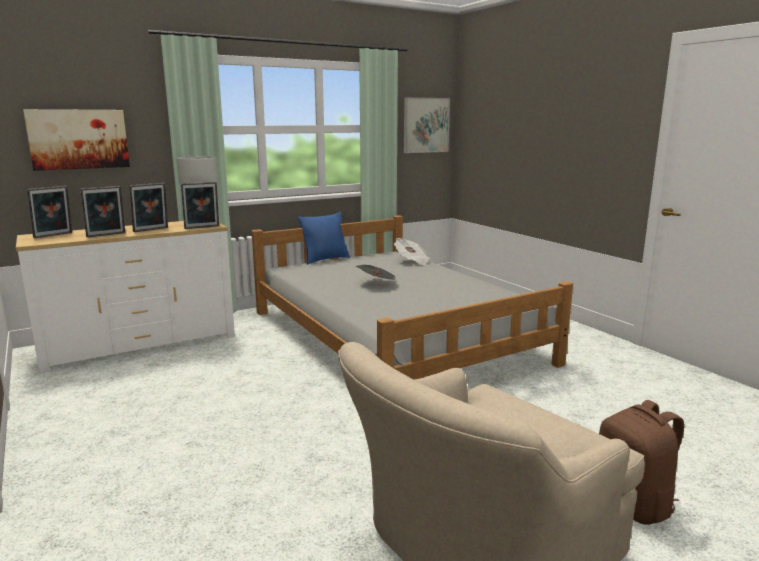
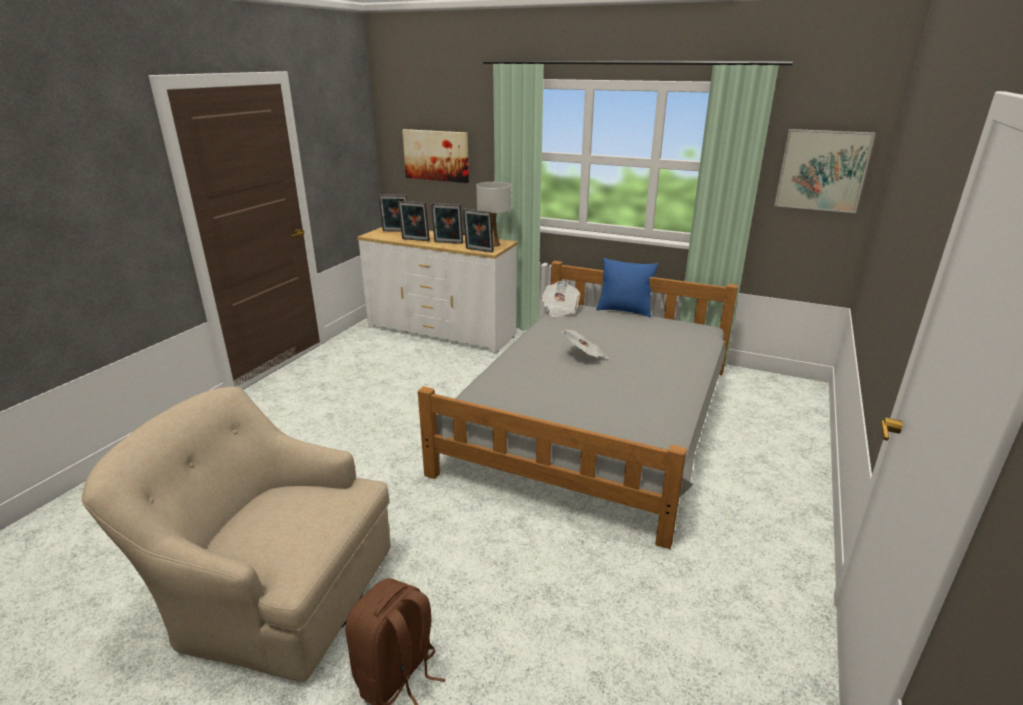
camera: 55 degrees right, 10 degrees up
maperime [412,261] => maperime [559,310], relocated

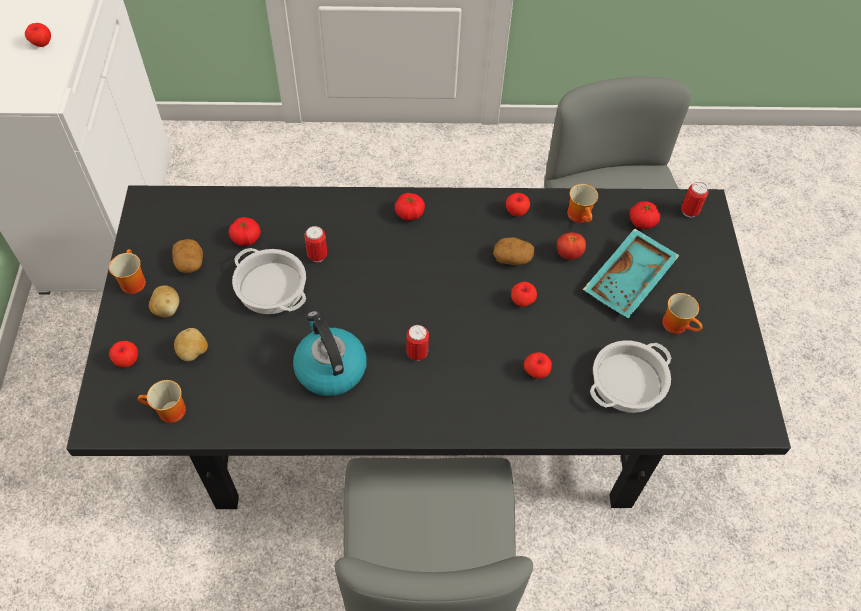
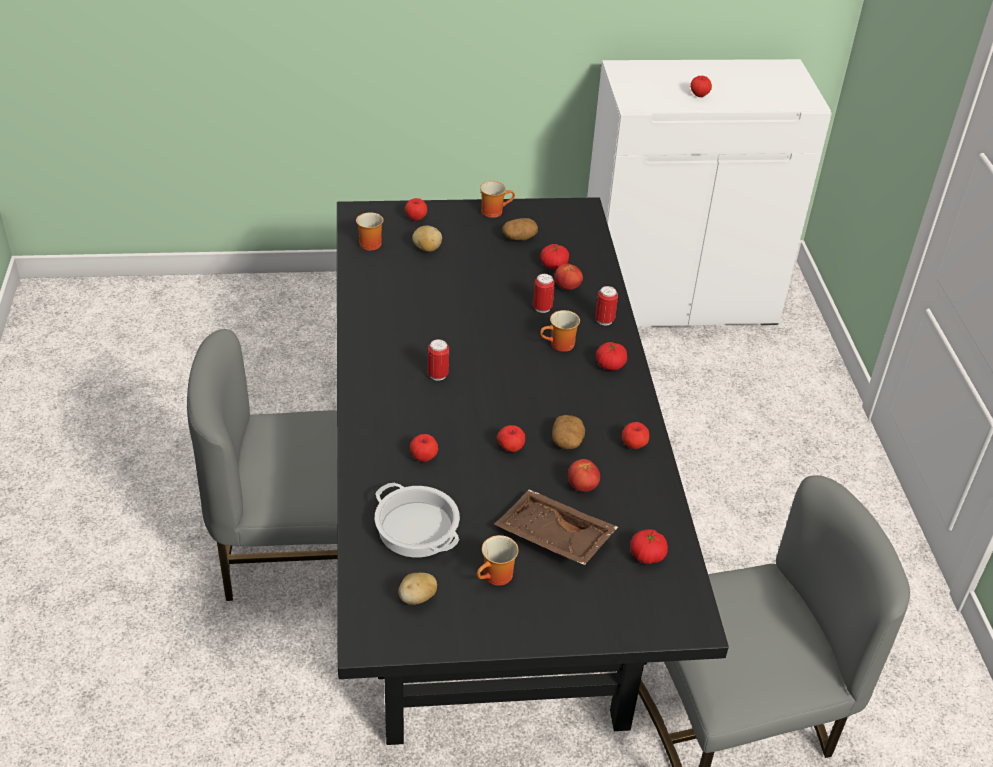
camera: 85 degrees right, 15 degrees down
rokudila [167,309] => rokudila [417,598], relocated
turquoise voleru [630,281] => brown voleru [553,538]
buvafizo [581,216] => buvafizo [560,346], relocated
nothing => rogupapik [567,287]
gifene [689,211] => gifene [604,320], relocated
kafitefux [270,287] => nothing
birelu [330,368] => nothing

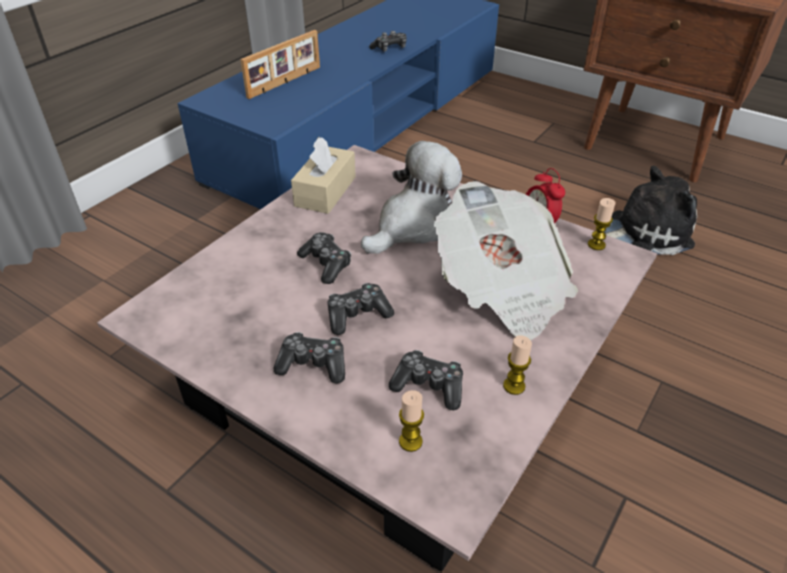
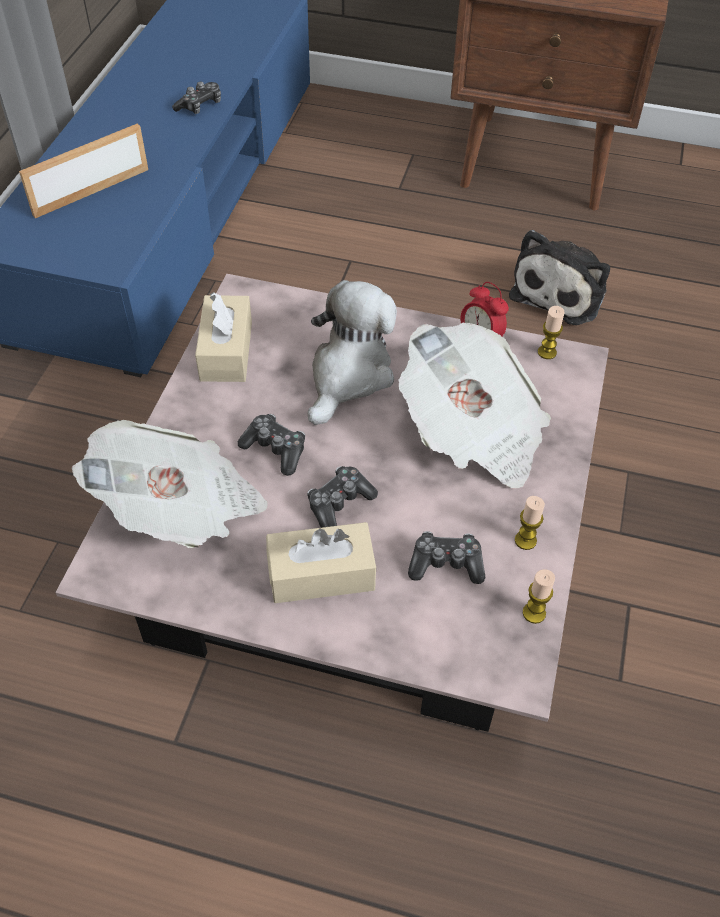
camera: 20 degrees left, 10 degrees up
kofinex [285,82] => kofinex [90,191], 150 degrees counterclockwise
nothing => maperime [181,509]
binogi [313,365] => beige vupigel [321,574]
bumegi [644,232] => bumegi [561,291], 150 degrees clockwise
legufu [410,441] => legufu [534,613], relocated

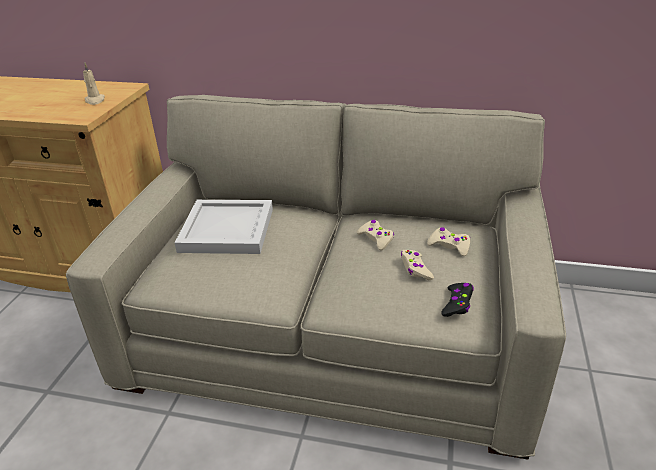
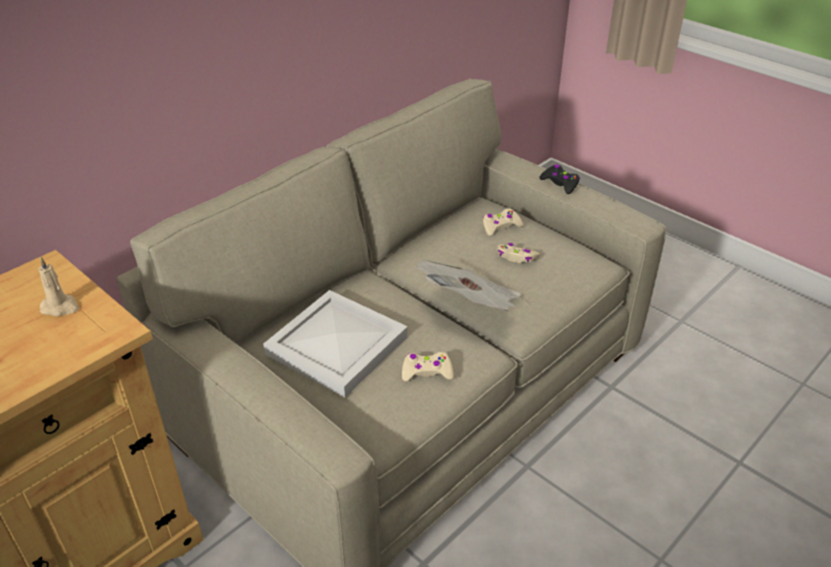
camera: 60 degrees left, 5 degrees up
beige binogi [376,239] => beige binogi [426,372], relocated
nothing => maperime [471,306]
black binogi [457,304] => black binogi [560,183], relocated

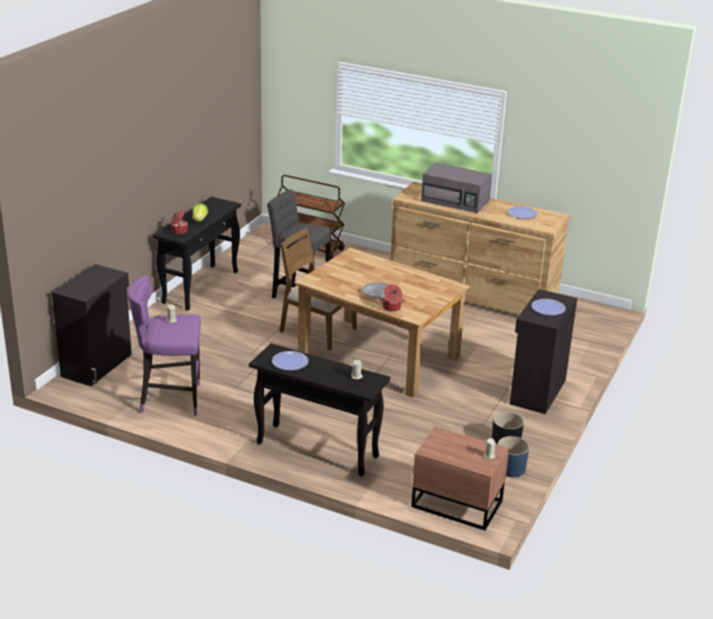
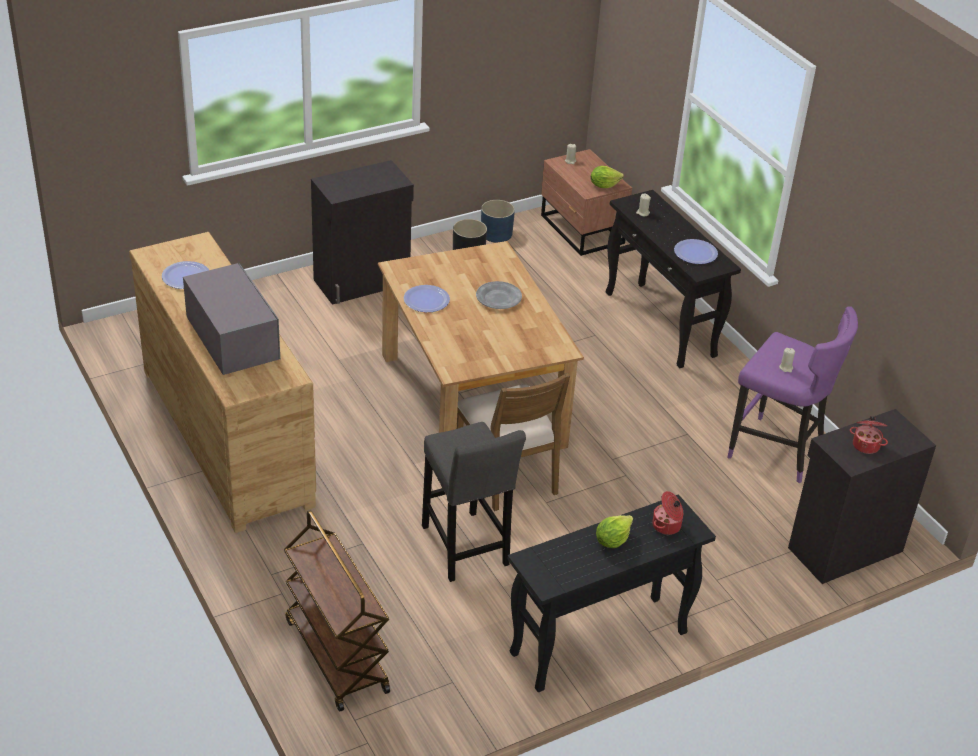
camera: 145 degrees left, 10 degrees up
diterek [548,308] => diterek [426,300], relocated
nothing => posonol [604,185]
kafitefux [391,308] => kafitefux [866,445], relocated

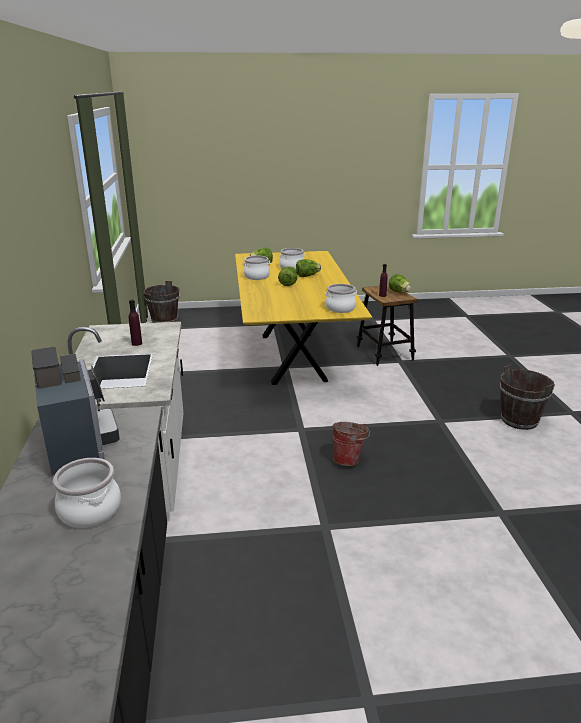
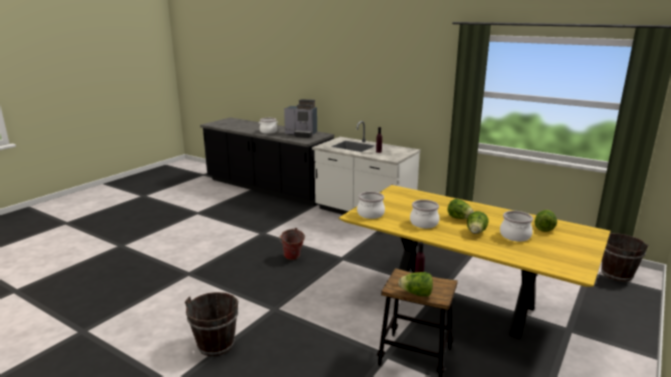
camera: 130 degrees right, 5 degrees down
kafitefux [257,277] => kafitefux [423,223], relocated

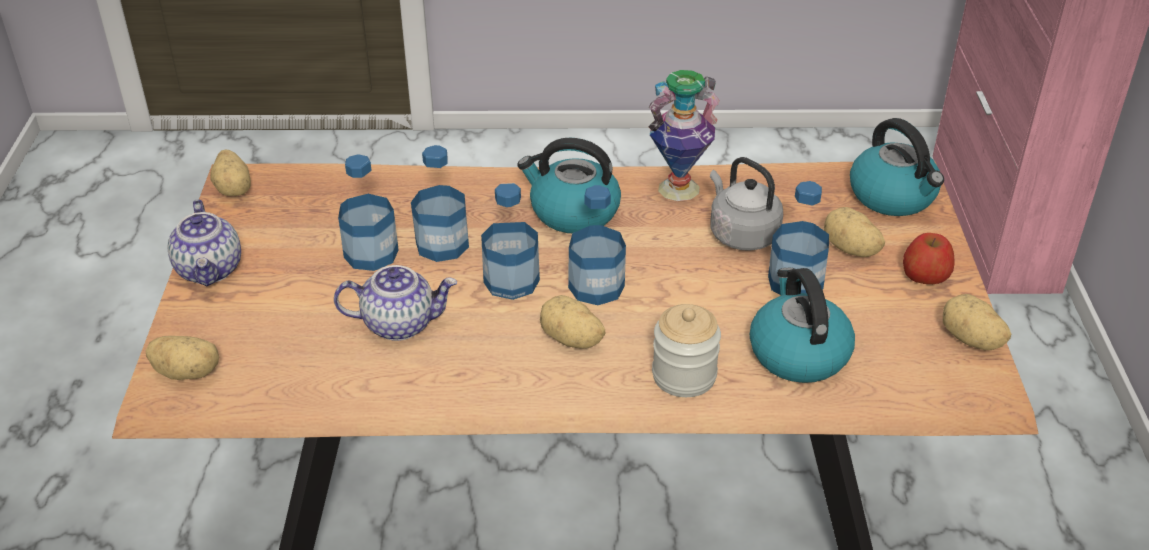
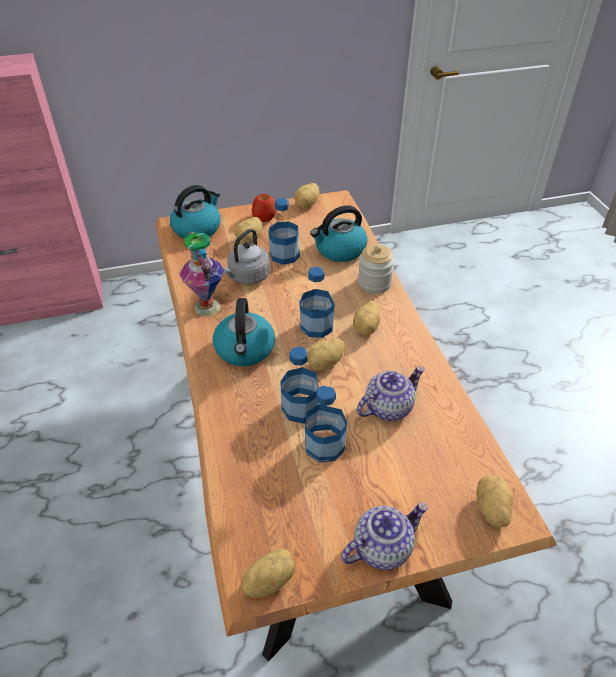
camera: 105 degrees left, 5 degrees up
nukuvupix [511,281] => rokudila [326,363]
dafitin [400,323] => dafitin [388,407], 75 degrees clockwise

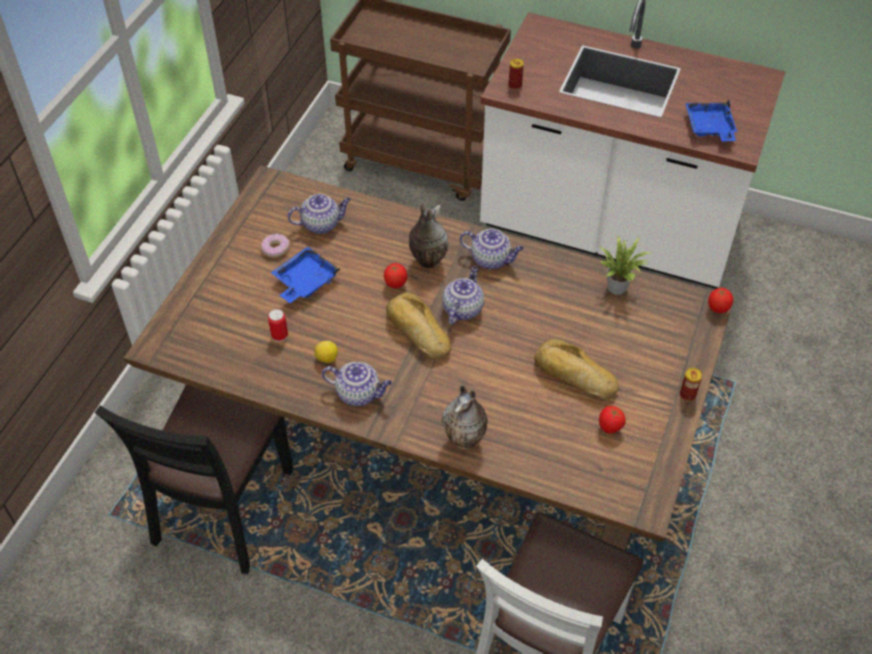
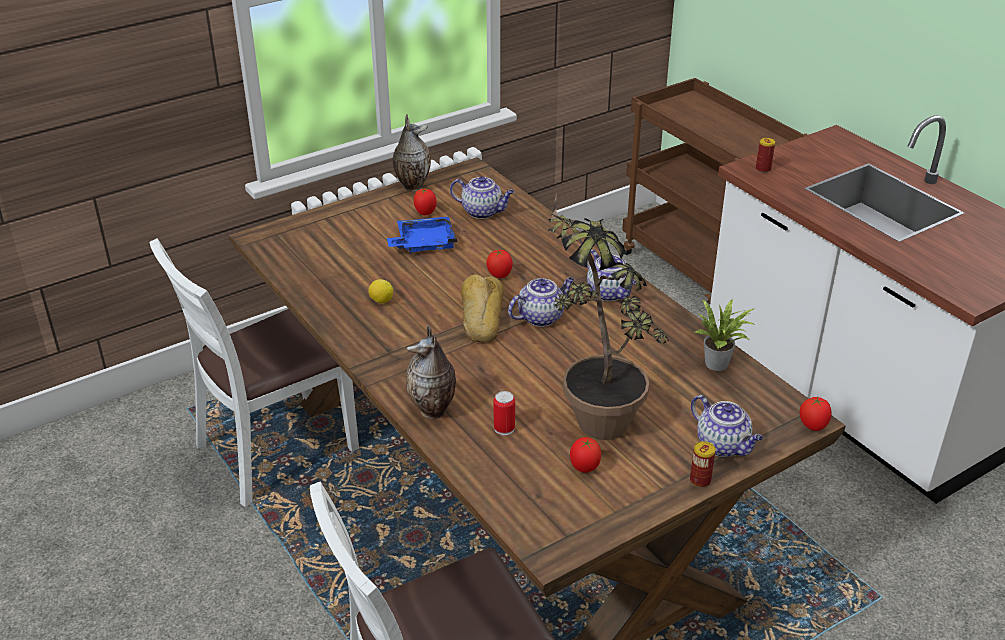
camera: 35 degrees right, 15 degrees down
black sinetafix [224,508] => white sinetafix [275,449]
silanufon [427,261] => silanufon [412,186], relocated
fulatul [275,249] => rogupapik [425,213]
gifene [279,335] => gifene [504,428], relocated
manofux [574,376] => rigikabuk [593,412]
dafitin [359,393] => dafitin [723,445], relocated
blue voleru [709,128] => nothing

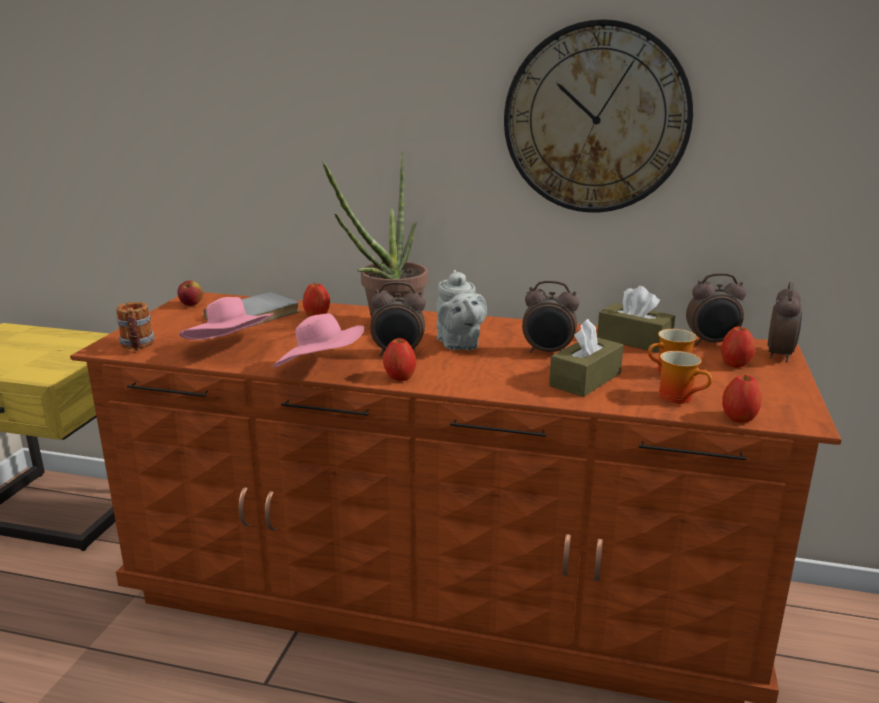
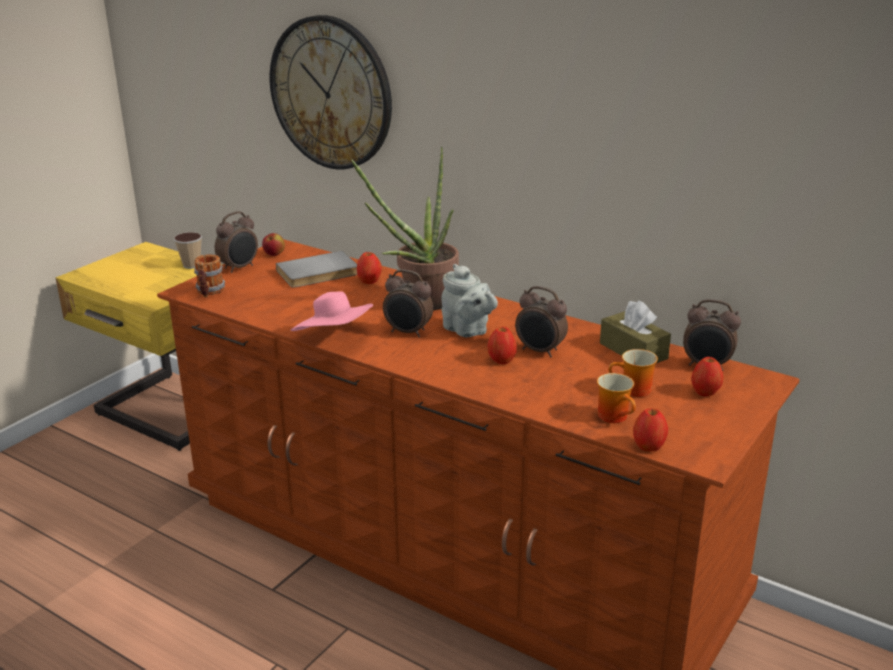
camera: 20 degrees right, 5 degrees up
nothing => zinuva [191,265]
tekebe [780,355] => tekebe [239,268], relocated
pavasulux [596,119] => pavasulux [331,93], relocated
grey dafitin [459,344] => grey dafitin [467,330], 45 degrees counterclockwise
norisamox [400,377] => norisamox [502,360], relocated
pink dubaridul [231,349] => nothing
brown vupigel [585,380] => nothing

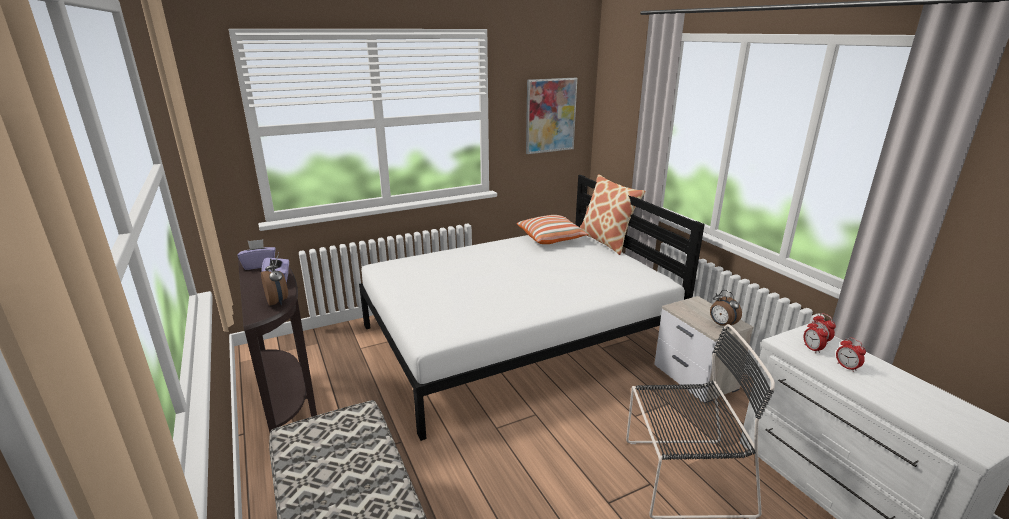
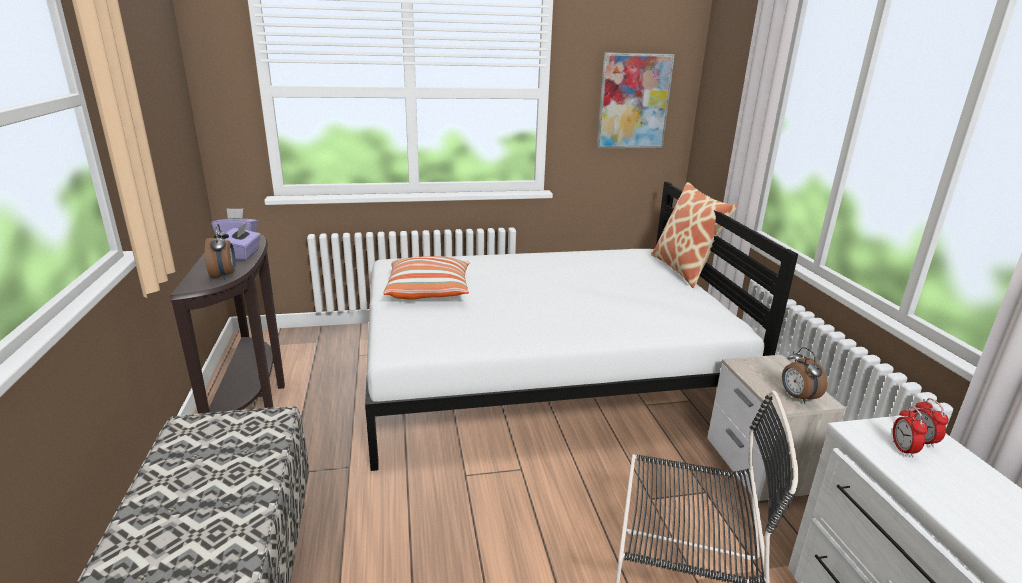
camera: 15 degrees right, 0 degrees up
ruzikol [551,238] => ruzikol [429,291], relocated
tekebe [846,367] => nothing

